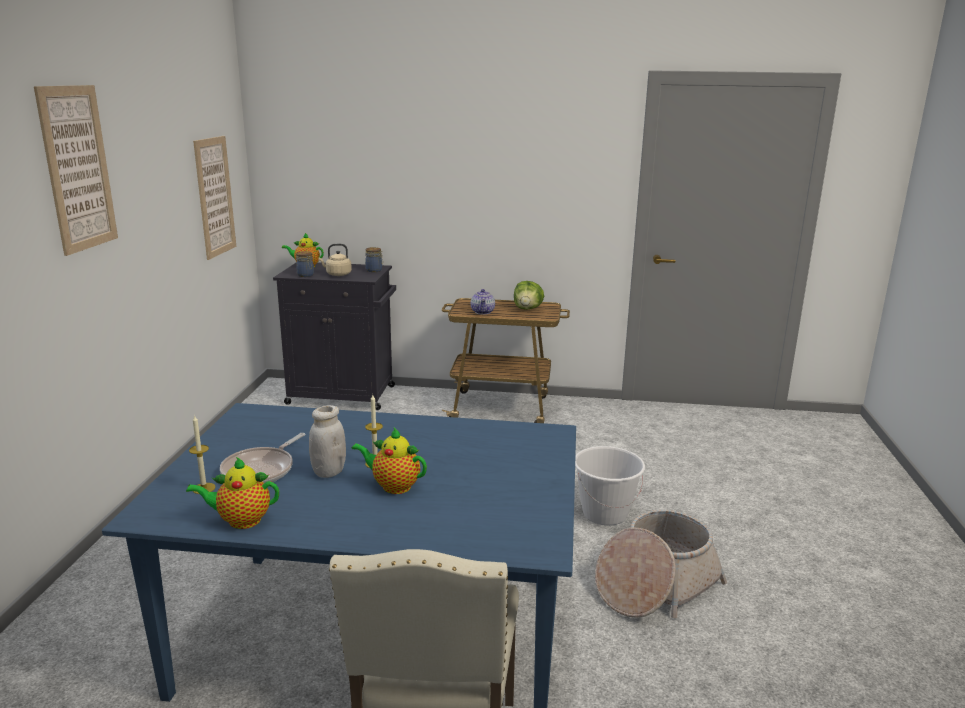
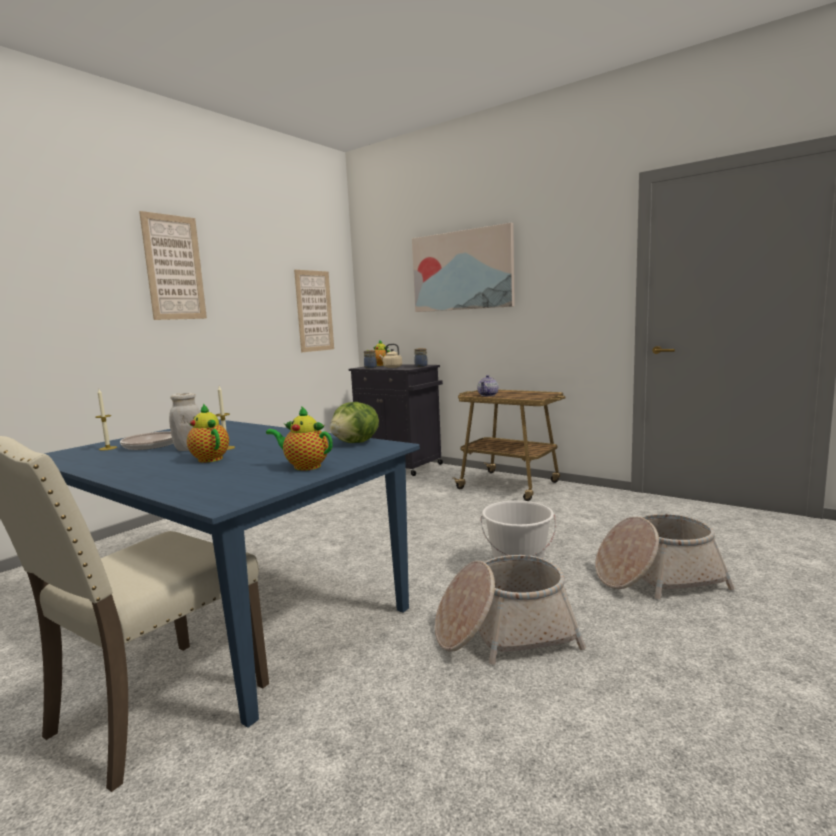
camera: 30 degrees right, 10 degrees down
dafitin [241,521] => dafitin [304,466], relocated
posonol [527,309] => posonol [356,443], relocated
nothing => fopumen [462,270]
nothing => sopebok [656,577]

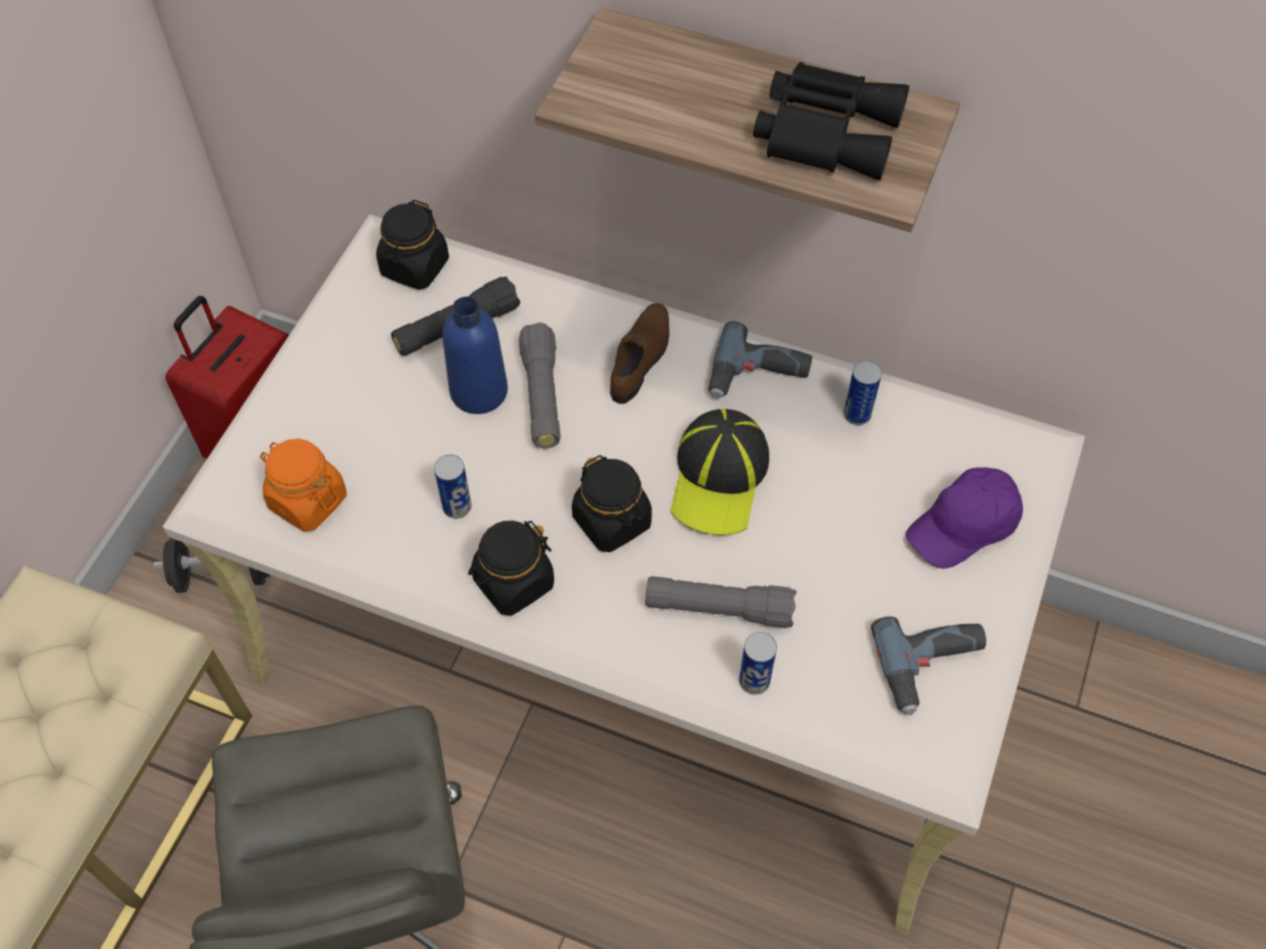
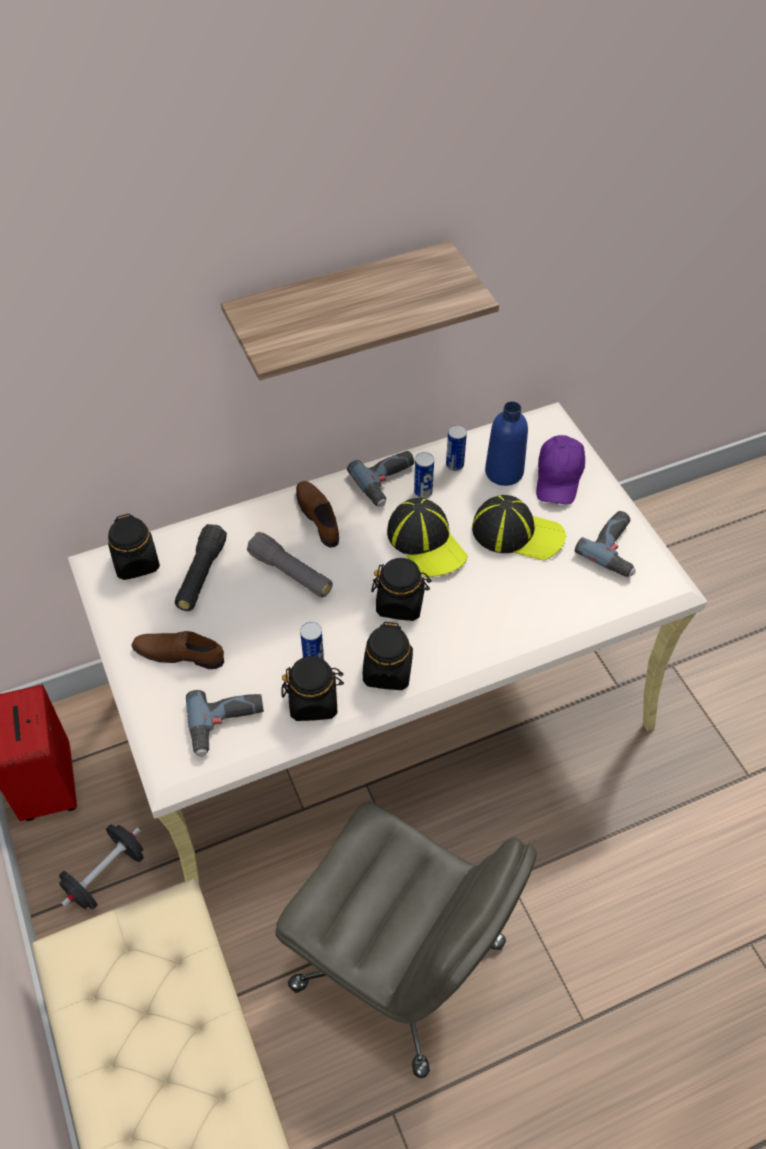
camera: 45 degrees left, 5 degrees down
nothing => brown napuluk [179,653]
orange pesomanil [307,501] => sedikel [227,725]
nothing => black pesomanil [314,701]
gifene [754,681] => gifene [423,492], relocated
nothing => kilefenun [517,533]
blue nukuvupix [479,391] => blue nukuvupix [504,472], relocated
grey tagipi [719,609] => nothing
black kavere [826,130] => nothing

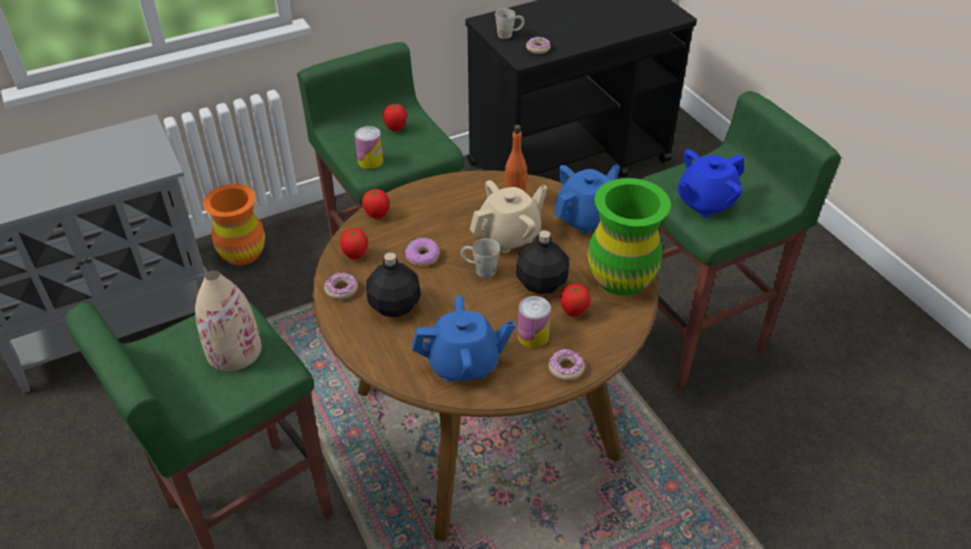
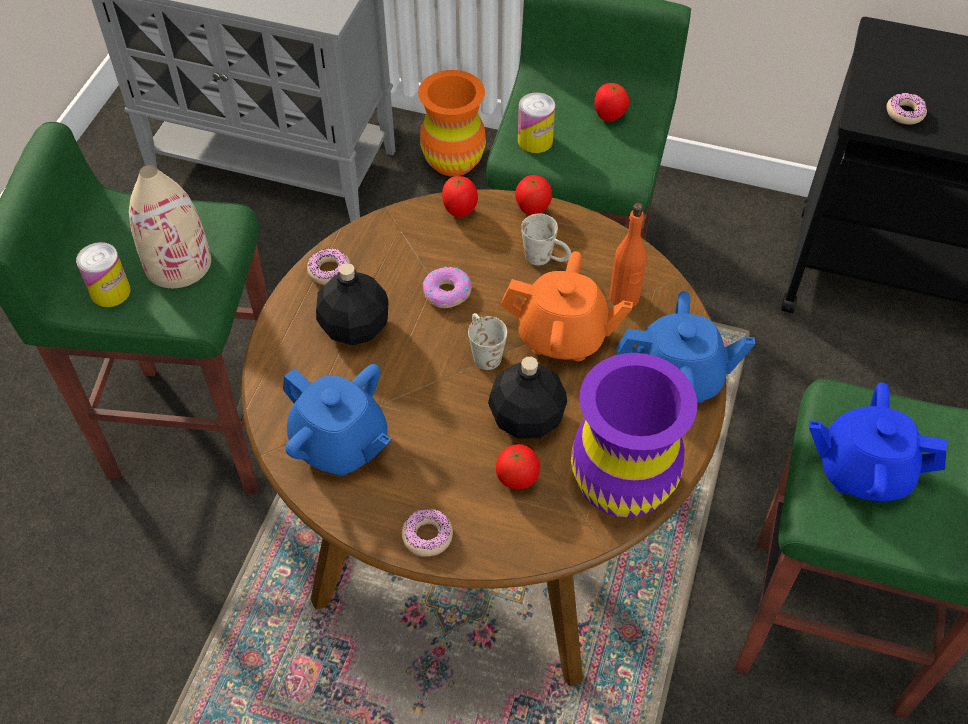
camera: 45 degrees right, 10 degrees up
gifene [533,336] => gifene [110,292], relocated
beige dafitin [509,236] => orange dafitin [563,336]
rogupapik [355,255] => rogupapik [532,210], relocated
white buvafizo [509,34] => white buvafizo [546,259], relocated
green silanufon [621,277] => purple silanufon [622,483]

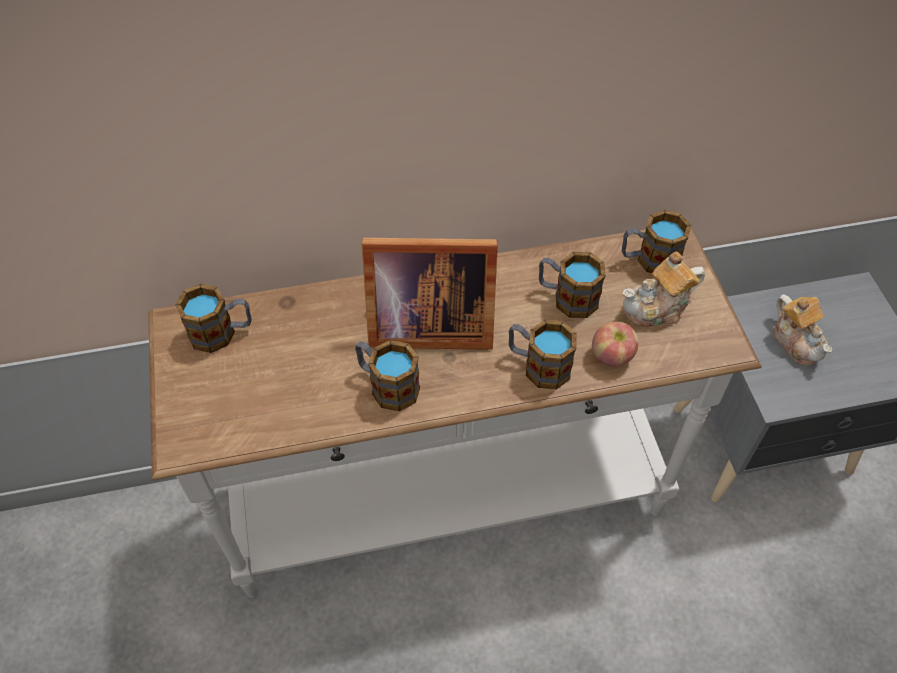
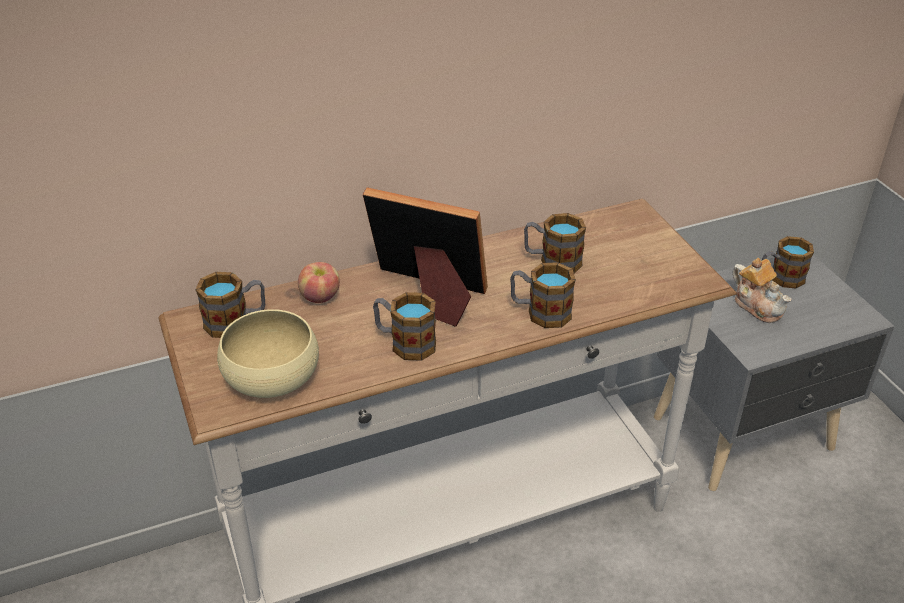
camera: 10 degrees left, 15 degrees down
nothing => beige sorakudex [272,375]
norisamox [611,356] => norisamox [320,297], relocated
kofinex [426,324] => kofinex [429,294], 150 degrees counterclockwise
buvafizo [649,259] => buvafizo [780,279], relocated
dafitin [657,308] => nothing

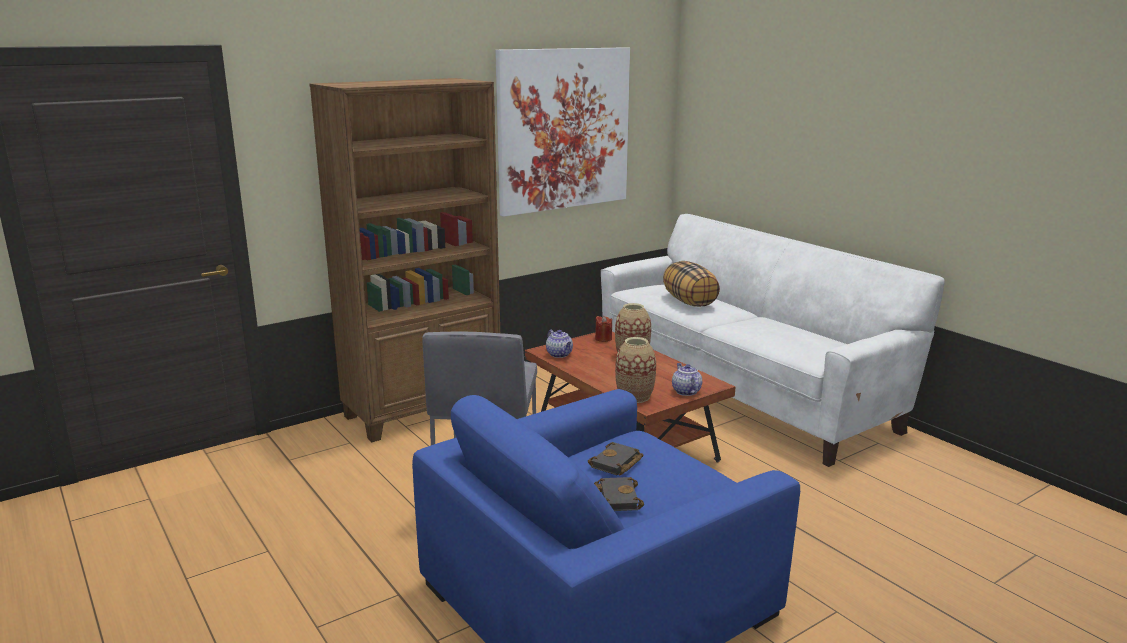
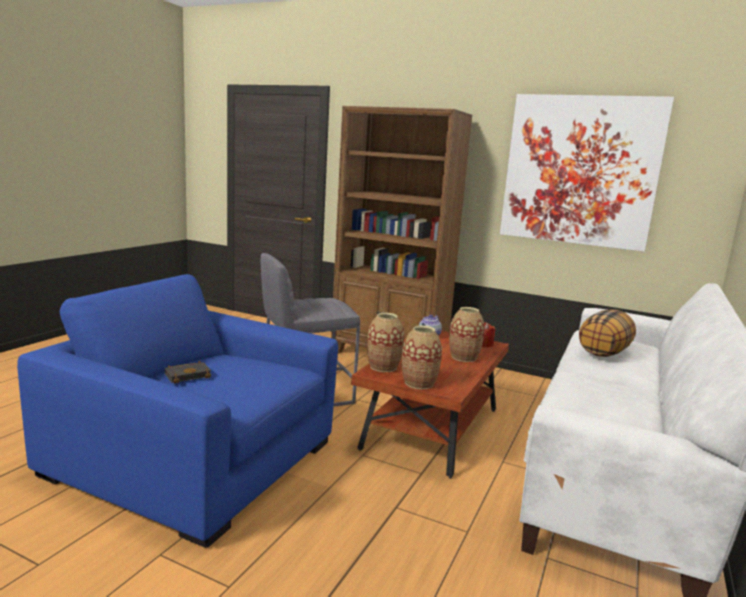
camera: 60 degrees right, 5 degrees down
dafitin [685,391] => silanufon [419,383]
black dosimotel [616,464] => nothing

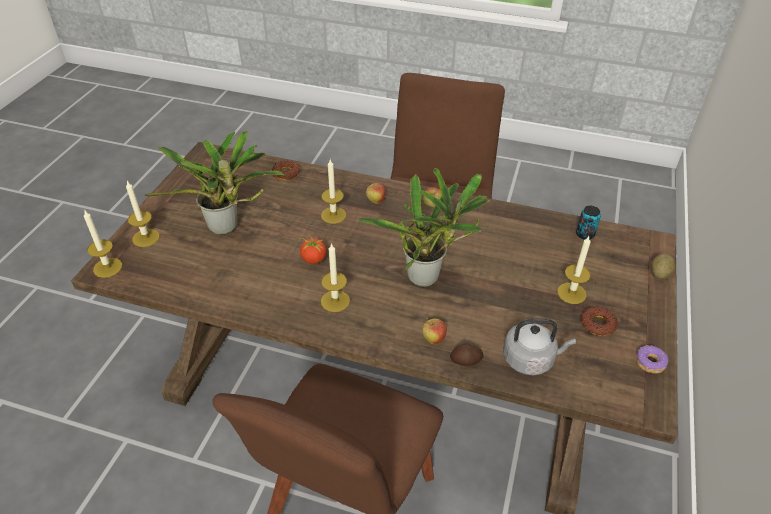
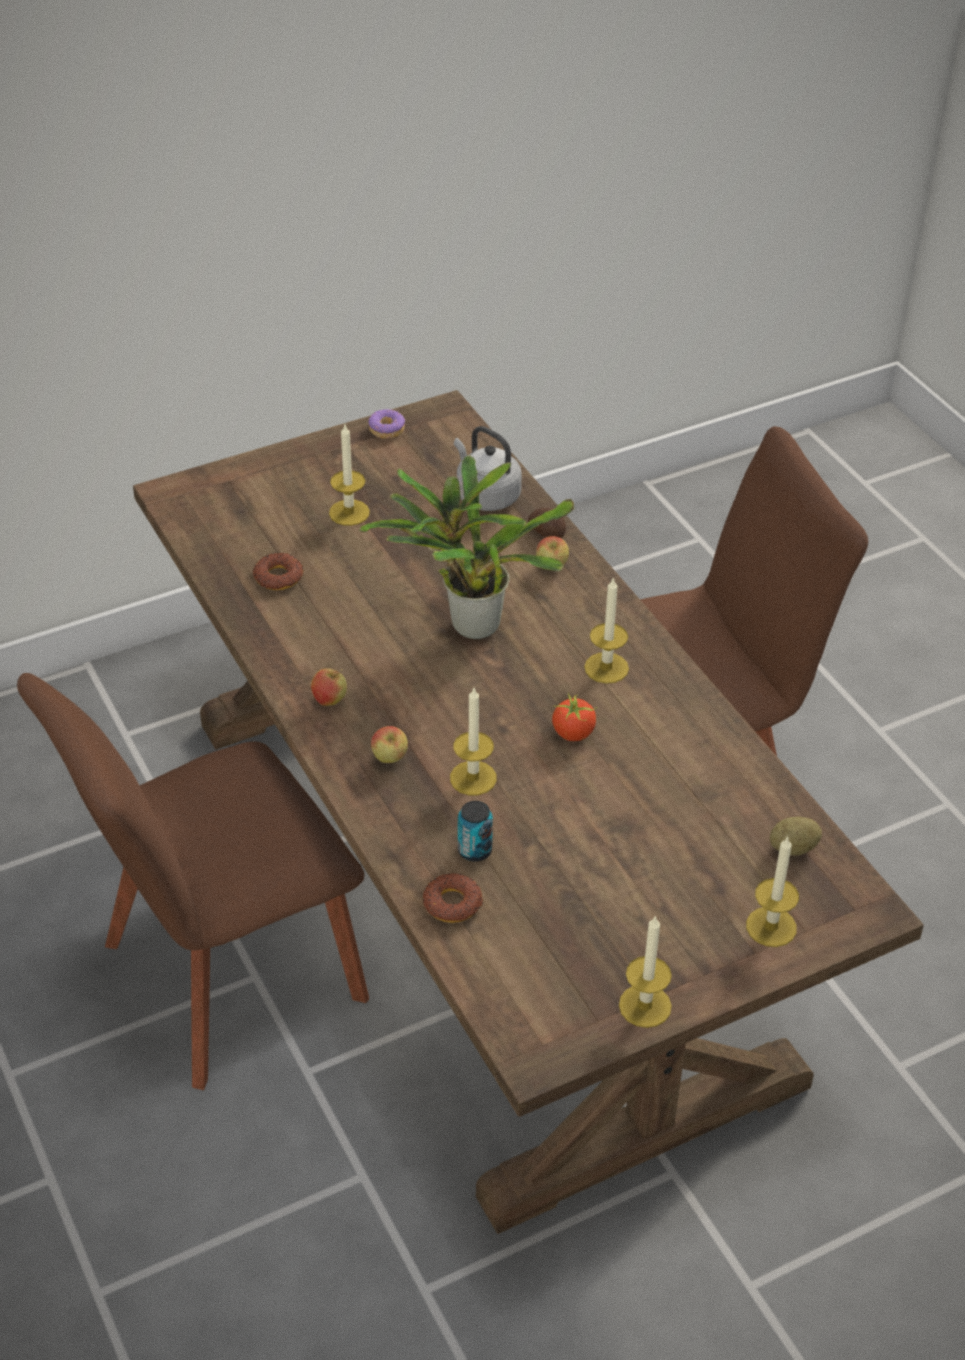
camera: 135 degrees left, 0 degrees up
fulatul [598,324] => fulatul [278,577], relocated
gifene [585,234] => gifene [475,850], relocated
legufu [107,267] => legufu [645,1006], relocated
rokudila [659,274] => rokudila [793,848], relocated
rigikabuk [227,228] => nothing

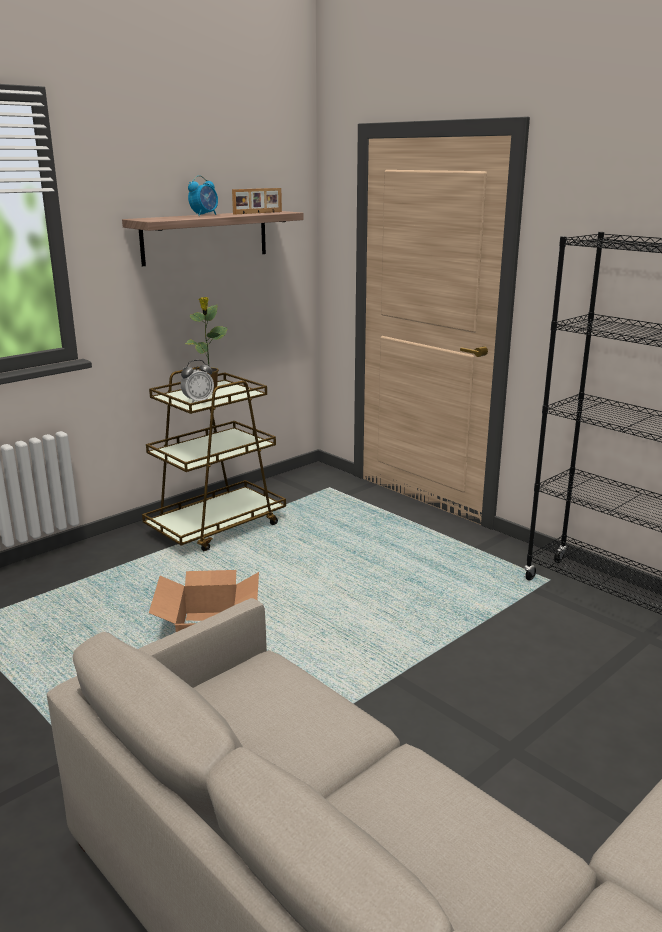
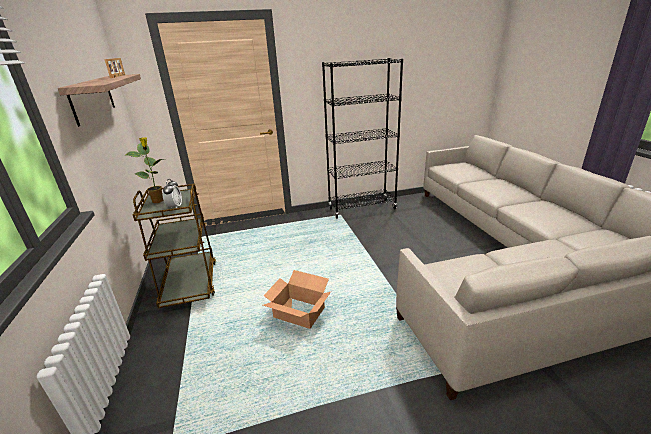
camera: 60 degrees left, 5 degrees up
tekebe [204,215] => nothing

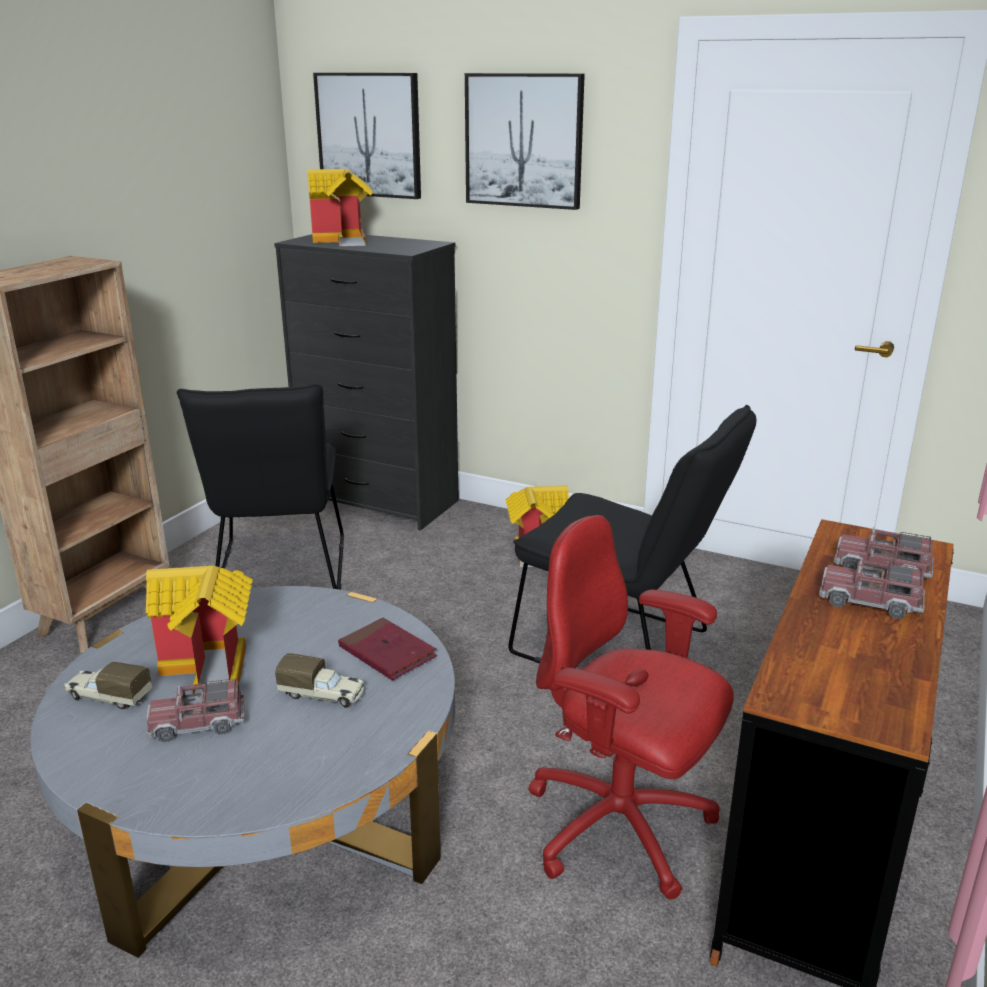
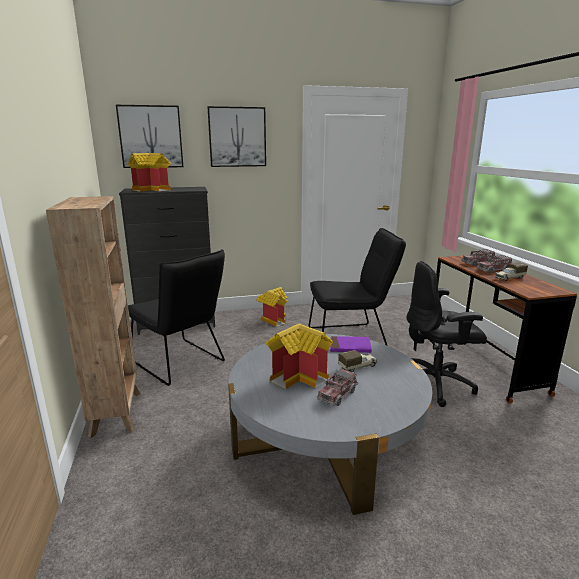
camera: 40 degrees left, 5 degrees down
red dosimotel [387,653] => purple dosimotel [350,347]
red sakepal [621,828] => black sakepal [436,384]
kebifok [108,697] => kebifok [509,278], relocated

